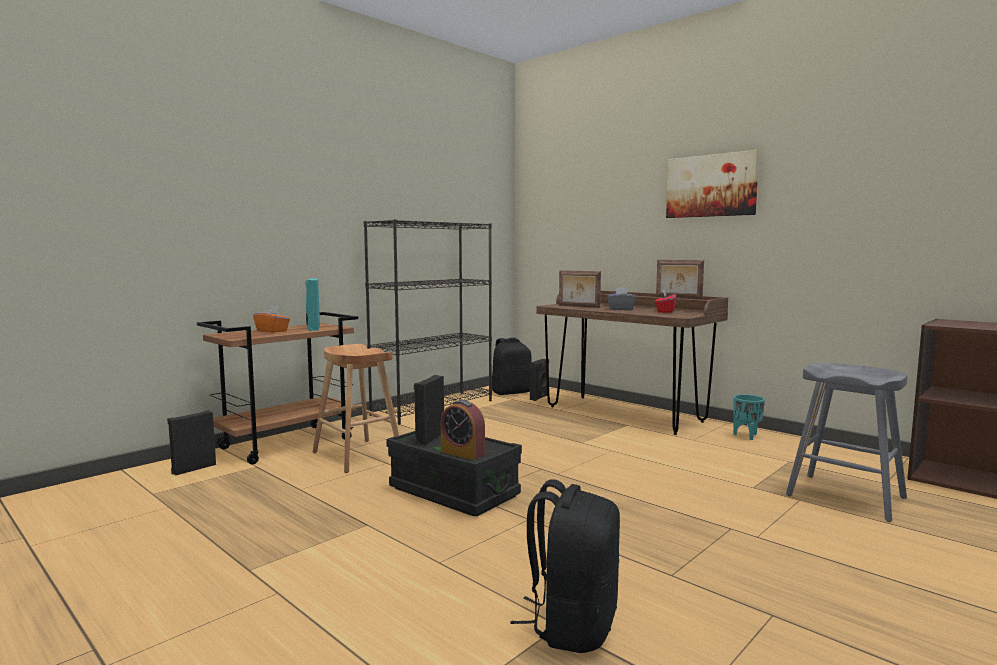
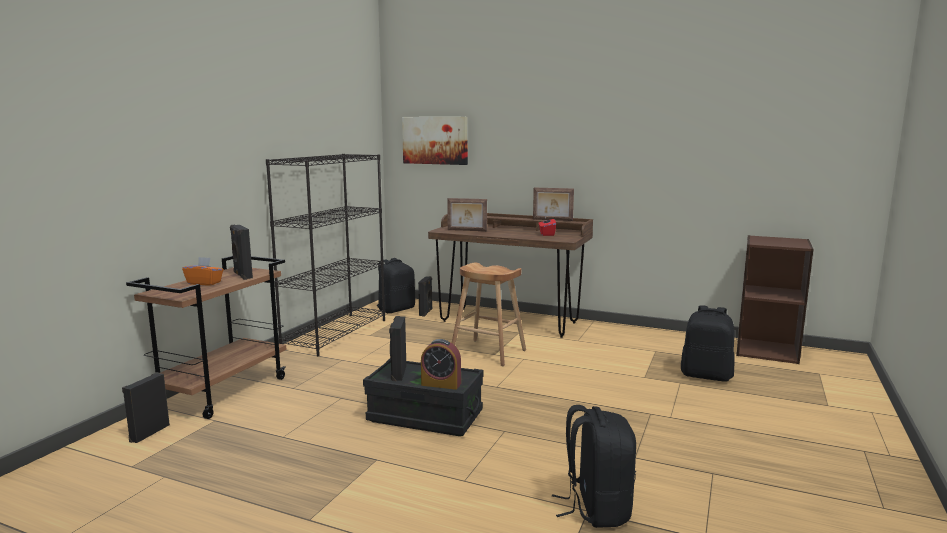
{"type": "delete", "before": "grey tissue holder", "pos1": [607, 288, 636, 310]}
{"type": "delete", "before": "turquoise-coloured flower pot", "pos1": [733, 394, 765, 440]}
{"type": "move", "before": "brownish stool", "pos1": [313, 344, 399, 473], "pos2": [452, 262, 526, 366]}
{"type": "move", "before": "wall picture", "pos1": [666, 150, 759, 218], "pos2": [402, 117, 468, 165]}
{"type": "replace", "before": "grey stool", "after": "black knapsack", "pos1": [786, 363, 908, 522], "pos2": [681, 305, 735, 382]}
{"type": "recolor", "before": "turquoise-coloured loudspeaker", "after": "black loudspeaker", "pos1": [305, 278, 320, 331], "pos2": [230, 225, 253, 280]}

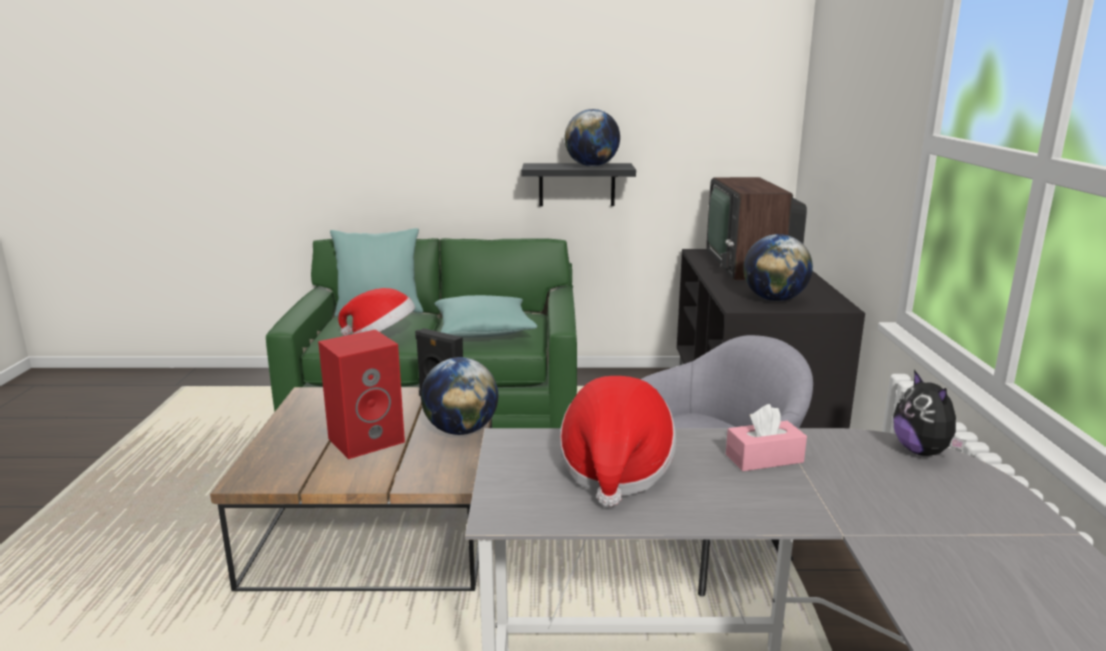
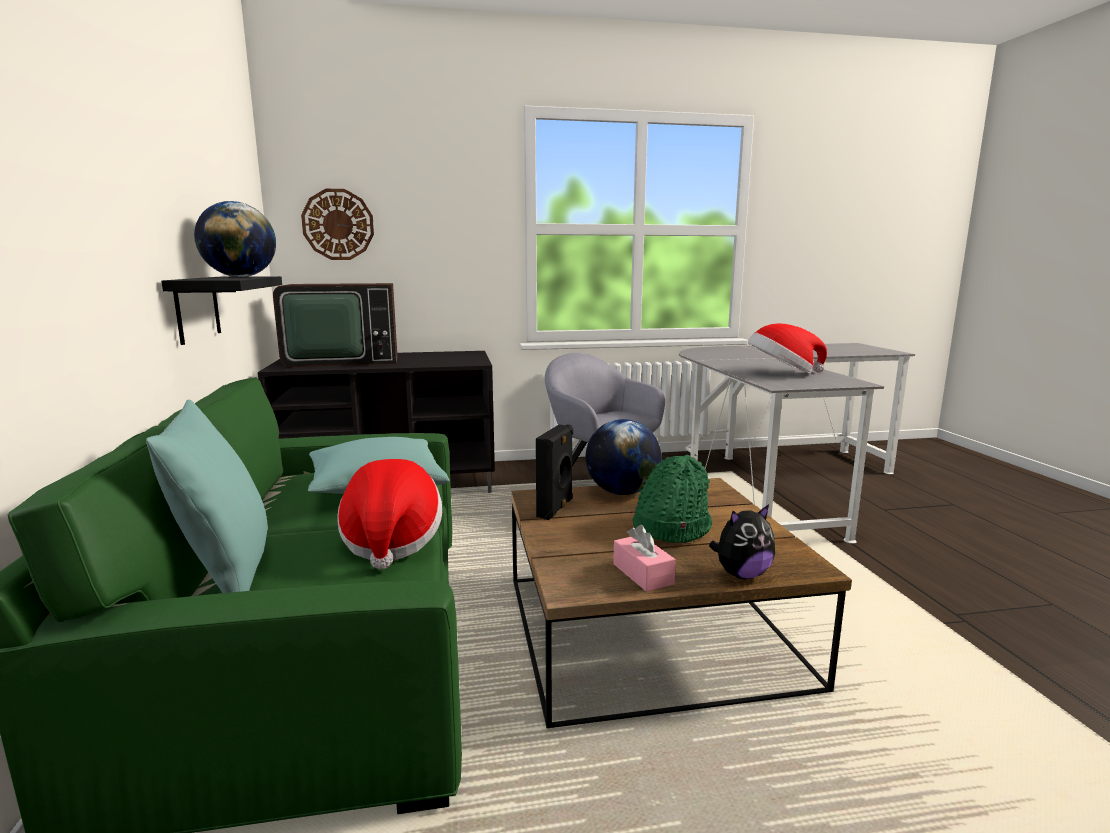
{"type": "delete", "before": "globe", "pos1": [743, 234, 813, 301]}
{"type": "insert", "after": "wall clock", "pos2": [301, 189, 374, 260]}
{"type": "move", "before": "pinkish tissue holder", "pos1": [726, 404, 807, 471], "pos2": [613, 525, 676, 592]}
{"type": "move", "before": "soft toy", "pos1": [893, 370, 966, 456], "pos2": [709, 504, 775, 579]}
{"type": "replace", "before": "reddish loudspeaker", "after": "greenish wearable hat", "pos1": [318, 330, 405, 459], "pos2": [632, 455, 712, 543]}

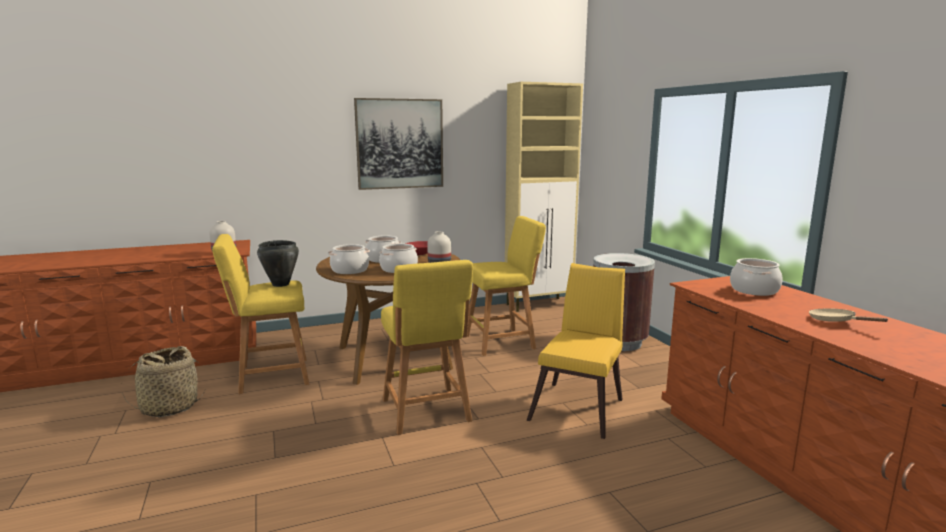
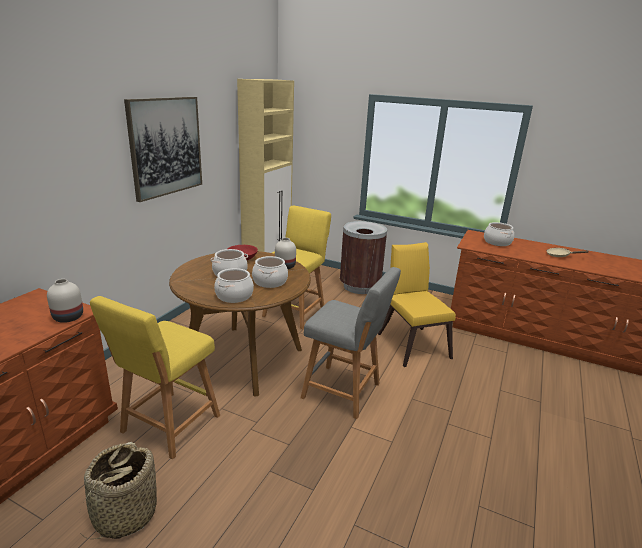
{"type": "delete", "before": "black stockpot", "pos1": [257, 240, 299, 287]}
{"type": "recolor", "before": "yellowish stool", "after": "grey stool", "pos1": [381, 260, 473, 435], "pos2": [301, 267, 401, 419]}

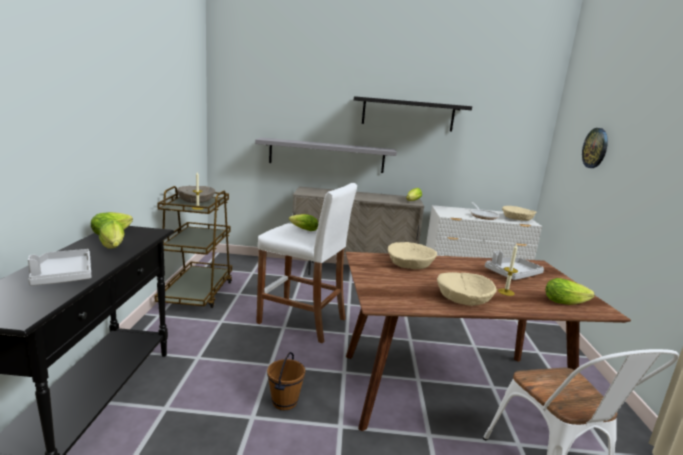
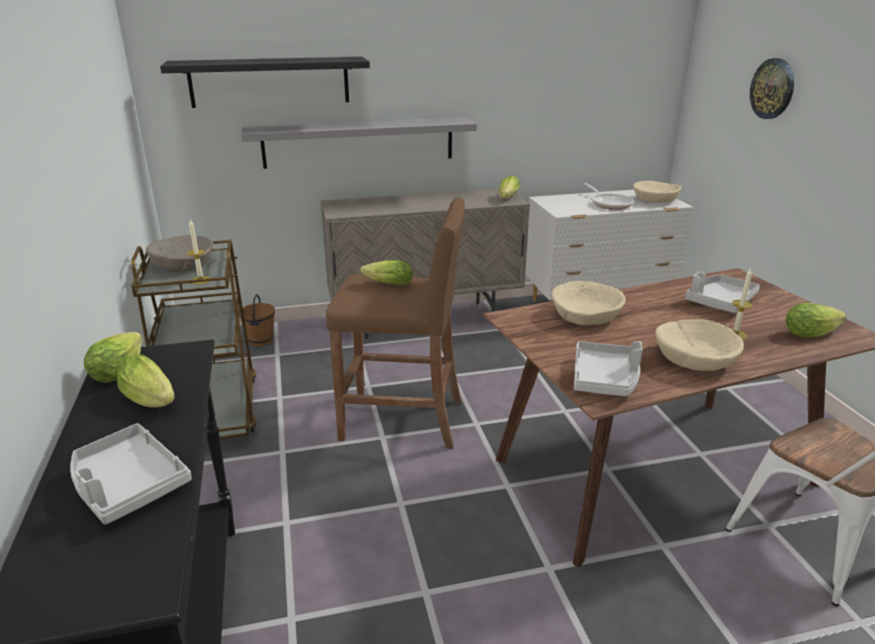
{"type": "insert", "after": "grey carrying tray", "pos2": [574, 341, 643, 396]}
{"type": "move", "before": "brownish pail", "pos1": [267, 352, 305, 410], "pos2": [240, 294, 275, 346]}
{"type": "move", "before": "black shelf", "pos1": [354, 96, 472, 131], "pos2": [160, 57, 370, 108]}
{"type": "recolor", "before": "whitish stool", "after": "brownish stool", "pos1": [256, 183, 357, 344], "pos2": [326, 197, 465, 449]}

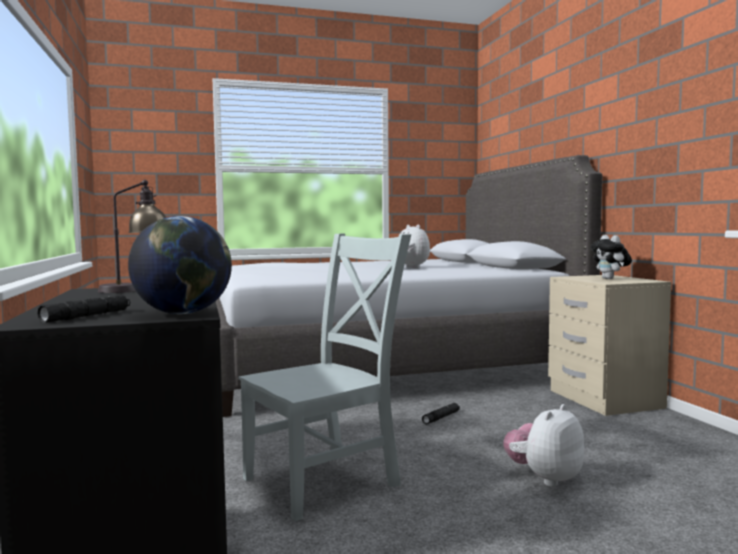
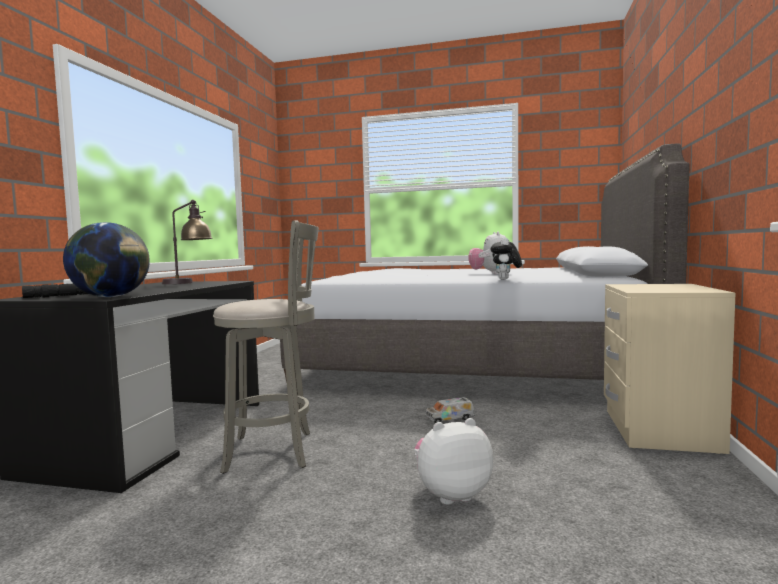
{"type": "move", "before": "soft toy", "pos1": [591, 235, 632, 279], "pos2": [491, 238, 522, 280]}
{"type": "replace", "before": "grey upright chair", "after": "grey stool", "pos1": [239, 234, 411, 521], "pos2": [213, 220, 319, 474]}
{"type": "replace", "before": "black torch", "after": "model truck", "pos1": [422, 403, 460, 424], "pos2": [425, 397, 474, 423]}

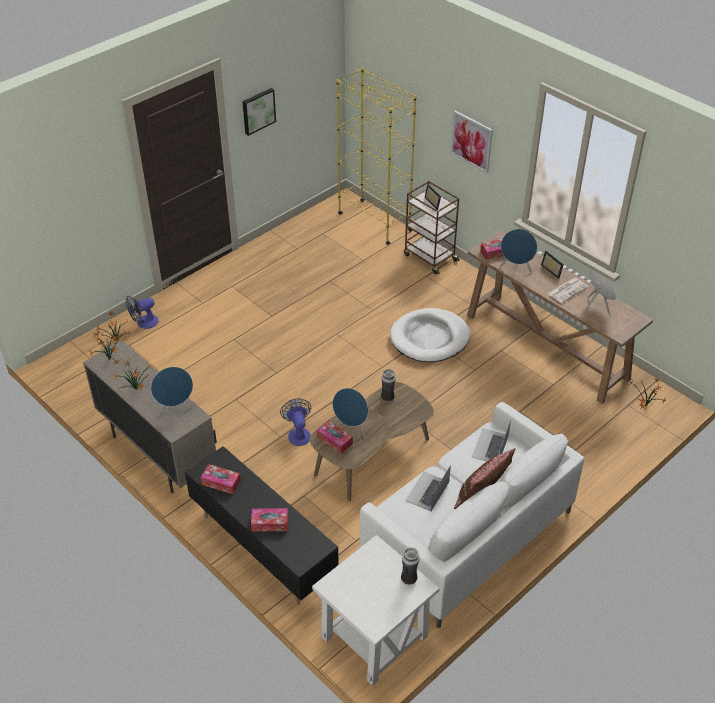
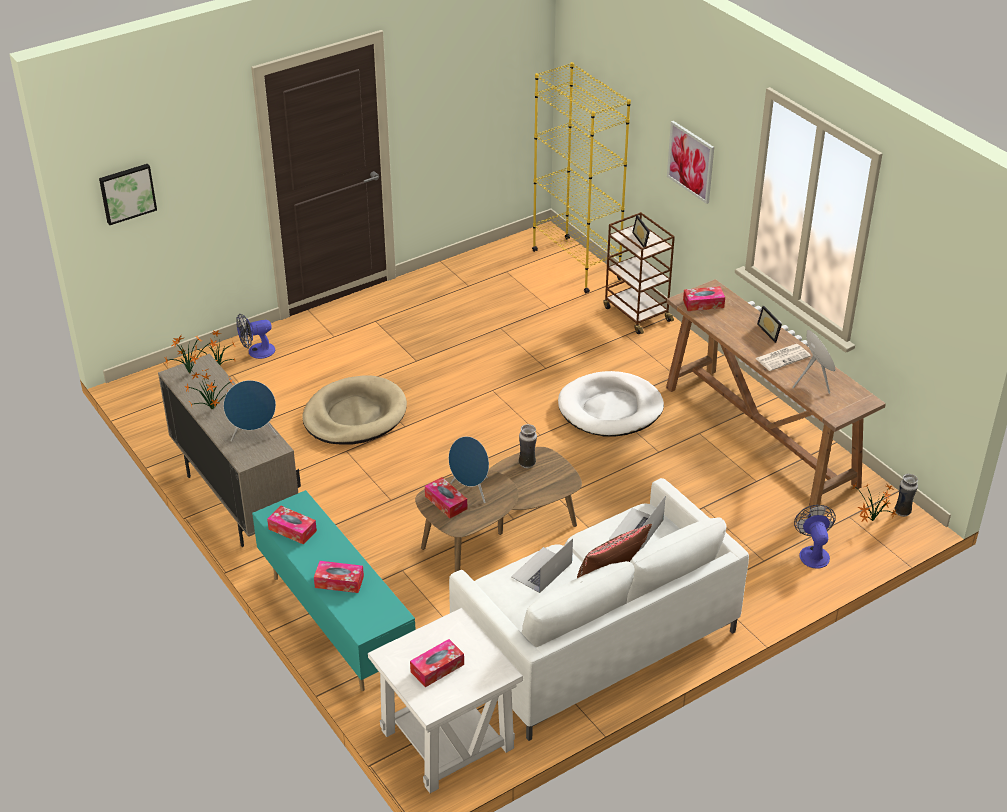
{"type": "delete", "before": "blue loudspeaker", "pos1": [500, 229, 537, 273]}
{"type": "insert", "after": "beige-coloured dog bed", "pos2": [302, 375, 407, 444]}
{"type": "insert", "after": "tissue holder", "pos2": [410, 639, 464, 687]}
{"type": "move", "before": "wall picture", "pos1": [243, 88, 276, 136], "pos2": [99, 164, 157, 225]}
{"type": "move", "before": "fan", "pos1": [280, 398, 311, 446], "pos2": [794, 505, 836, 568]}
{"type": "move", "before": "vase", "pos1": [401, 547, 419, 585], "pos2": [894, 474, 918, 517]}
{"type": "recolor", "before": "black tv stand", "after": "turquoise-coloured tv stand", "pos1": [185, 446, 339, 605], "pos2": [252, 490, 416, 691]}

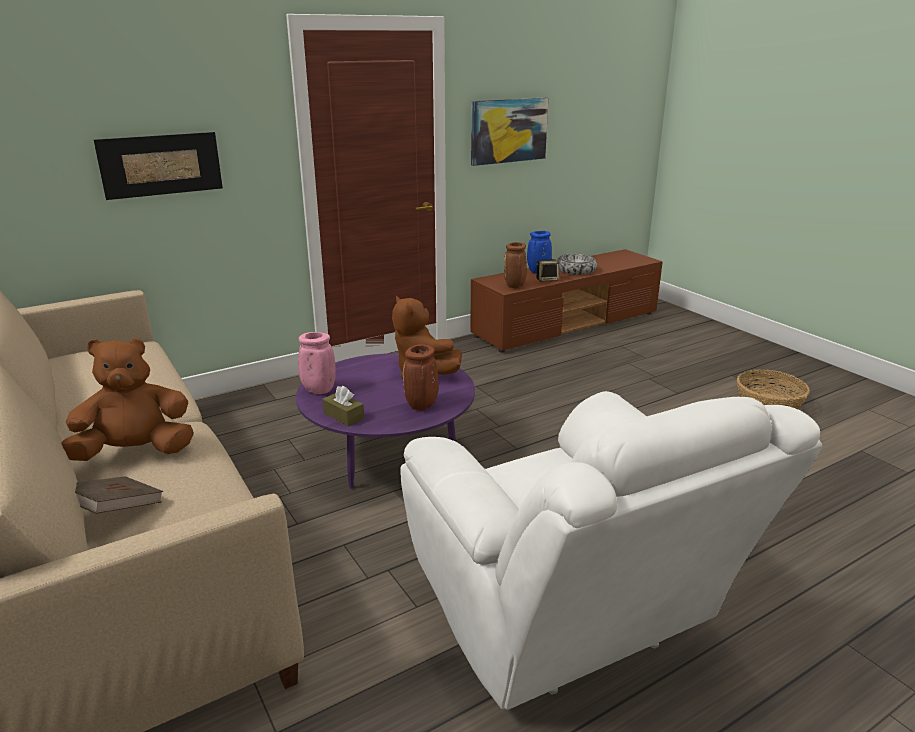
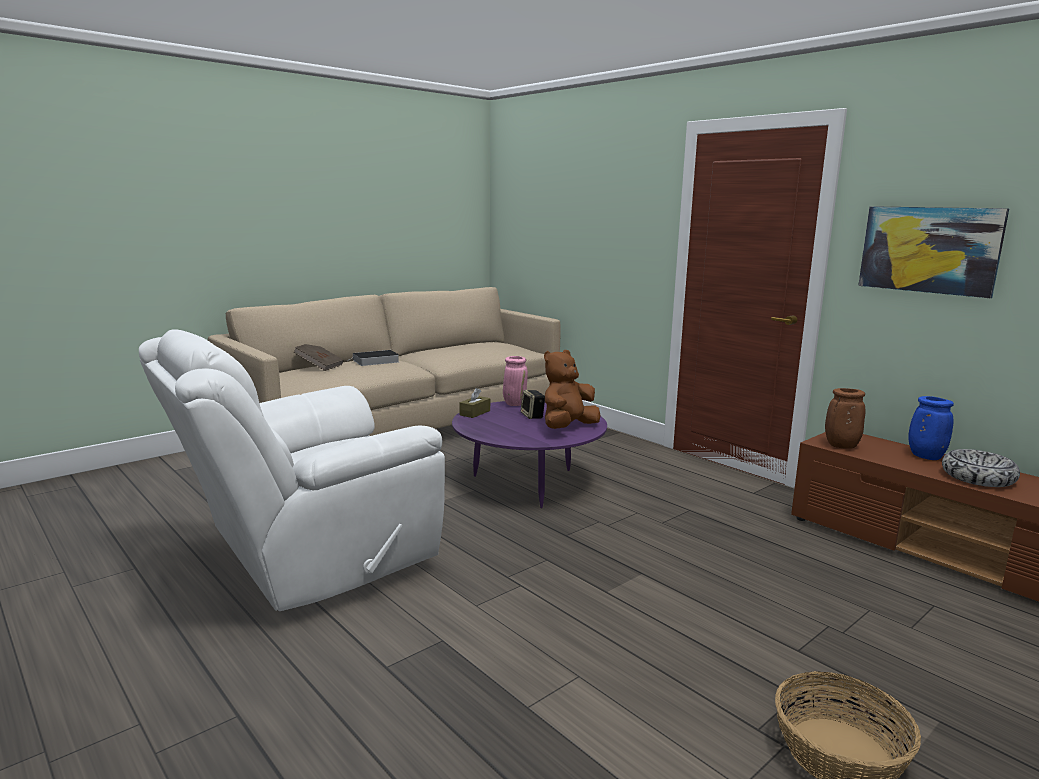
{"type": "delete", "before": "wall picture", "pos1": [94, 132, 223, 200]}
{"type": "delete", "before": "brownish vase", "pos1": [403, 344, 439, 410]}
{"type": "move", "before": "loudspeaker", "pos1": [536, 259, 560, 282], "pos2": [521, 390, 545, 419]}
{"type": "replace", "before": "brownish soft toy", "after": "book", "pos1": [61, 338, 194, 461], "pos2": [347, 350, 399, 366]}

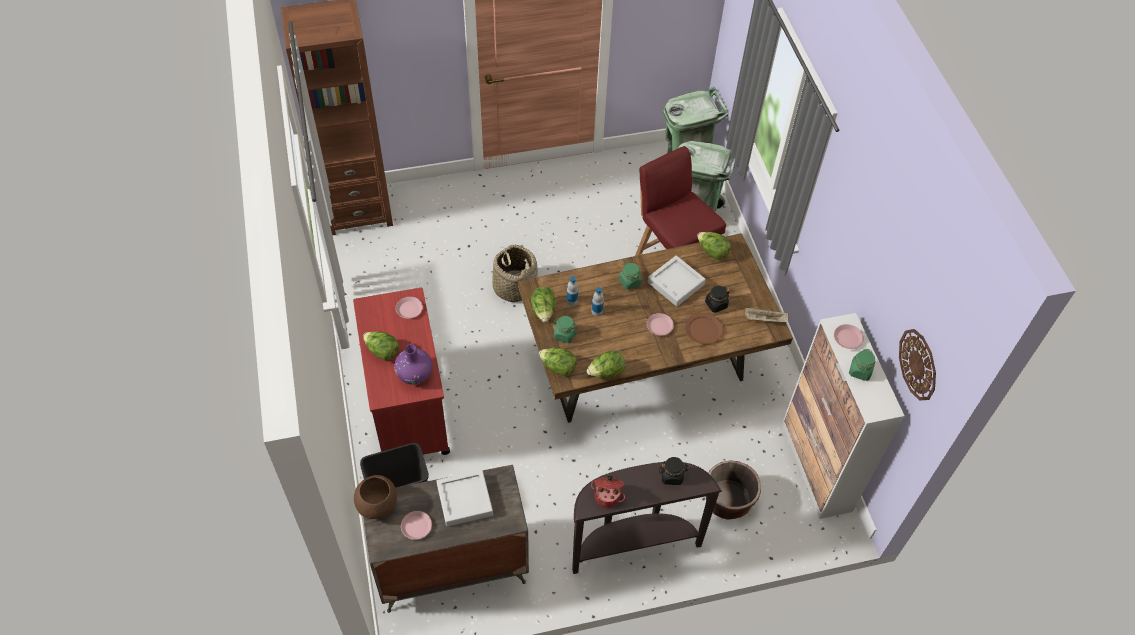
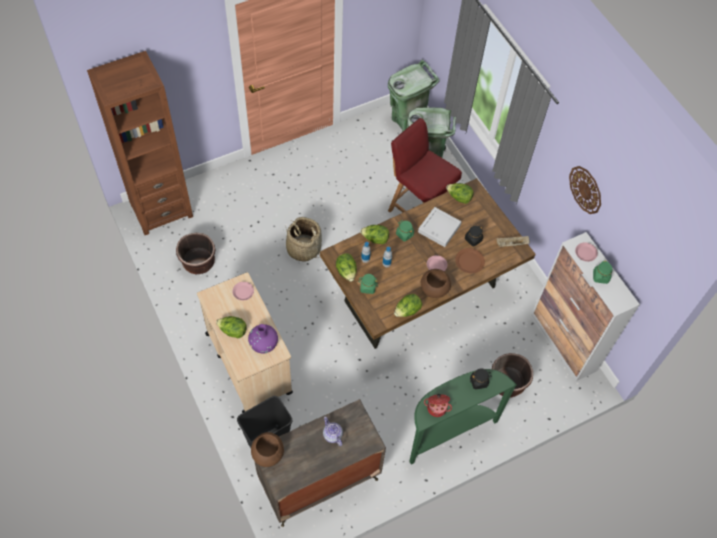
{"type": "delete", "before": "pinkish plate", "pos1": [401, 511, 432, 540]}
{"type": "insert", "after": "brownish flower pot", "pos2": [176, 233, 216, 274]}
{"type": "insert", "after": "brownish serving bowl", "pos2": [421, 269, 451, 298]}
{"type": "move", "before": "lettuce head", "pos1": [539, 348, 577, 376], "pos2": [360, 225, 389, 244]}
{"type": "move", "before": "wall clock", "pos1": [899, 329, 936, 401], "pos2": [569, 166, 601, 214]}
{"type": "replace", "before": "grey carrying tray", "after": "teapot", "pos1": [436, 470, 493, 527], "pos2": [323, 417, 343, 446]}
{"type": "recolor", "before": "reddish trolley", "after": "beige-coloured trolley", "pos1": [353, 288, 450, 455], "pos2": [197, 272, 293, 413]}
{"type": "recolor", "before": "brownish narrow table", "after": "greenish narrow table", "pos1": [572, 462, 722, 574], "pos2": [409, 369, 517, 464]}

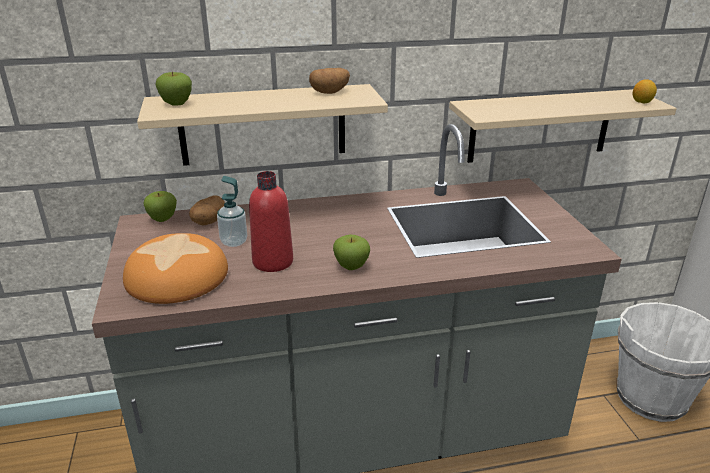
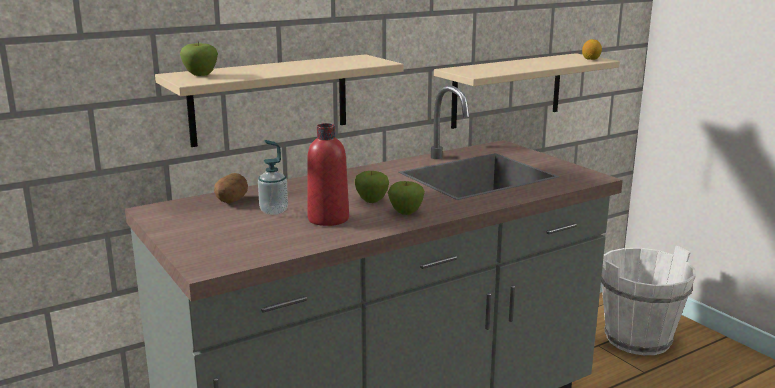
{"type": "delete", "before": "baked bread", "pos1": [123, 233, 228, 304]}
{"type": "delete", "before": "spud", "pos1": [309, 68, 350, 94]}
{"type": "move", "before": "whole apple", "pos1": [143, 191, 177, 222], "pos2": [355, 171, 389, 203]}

